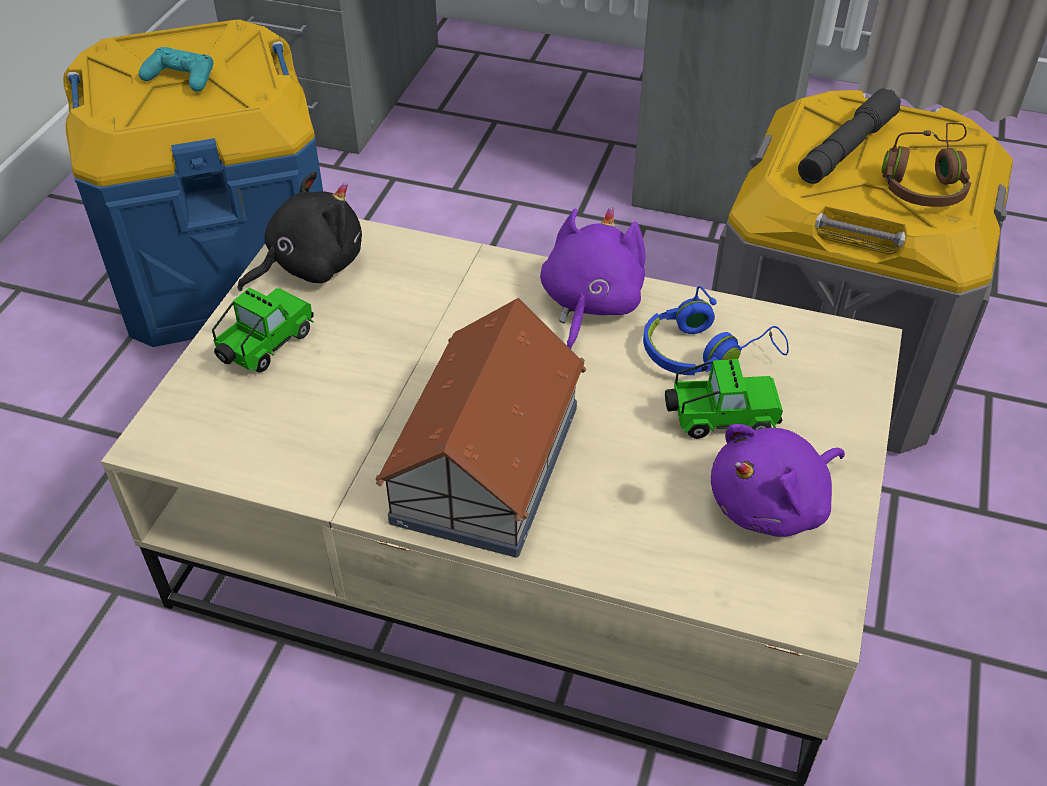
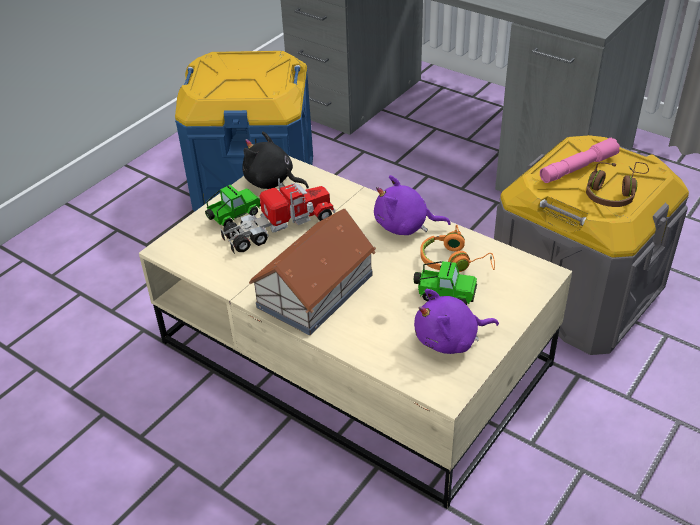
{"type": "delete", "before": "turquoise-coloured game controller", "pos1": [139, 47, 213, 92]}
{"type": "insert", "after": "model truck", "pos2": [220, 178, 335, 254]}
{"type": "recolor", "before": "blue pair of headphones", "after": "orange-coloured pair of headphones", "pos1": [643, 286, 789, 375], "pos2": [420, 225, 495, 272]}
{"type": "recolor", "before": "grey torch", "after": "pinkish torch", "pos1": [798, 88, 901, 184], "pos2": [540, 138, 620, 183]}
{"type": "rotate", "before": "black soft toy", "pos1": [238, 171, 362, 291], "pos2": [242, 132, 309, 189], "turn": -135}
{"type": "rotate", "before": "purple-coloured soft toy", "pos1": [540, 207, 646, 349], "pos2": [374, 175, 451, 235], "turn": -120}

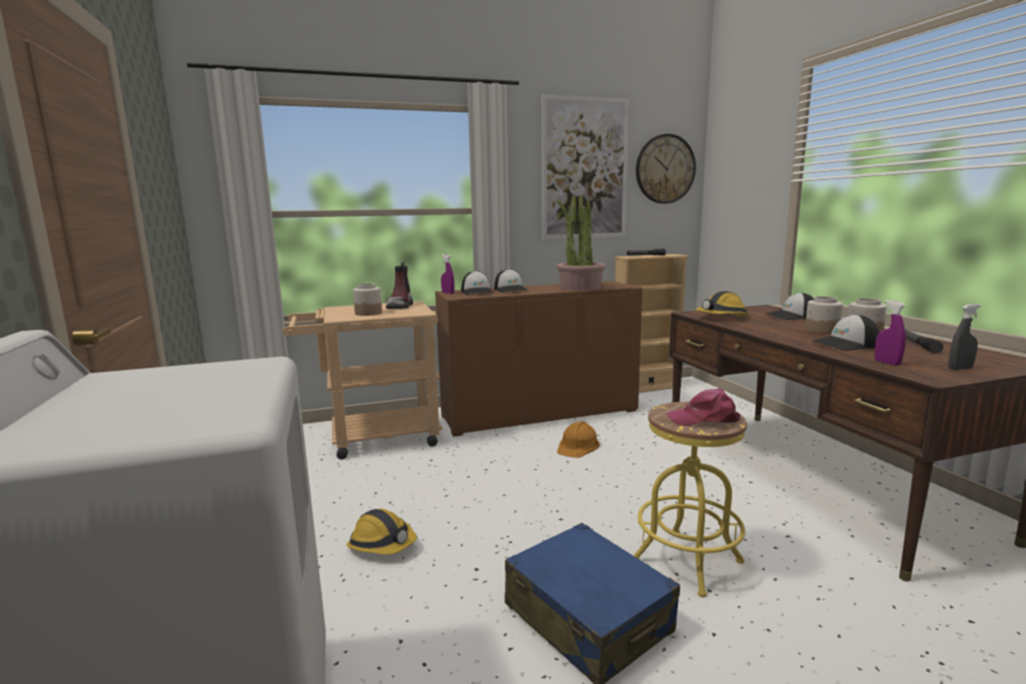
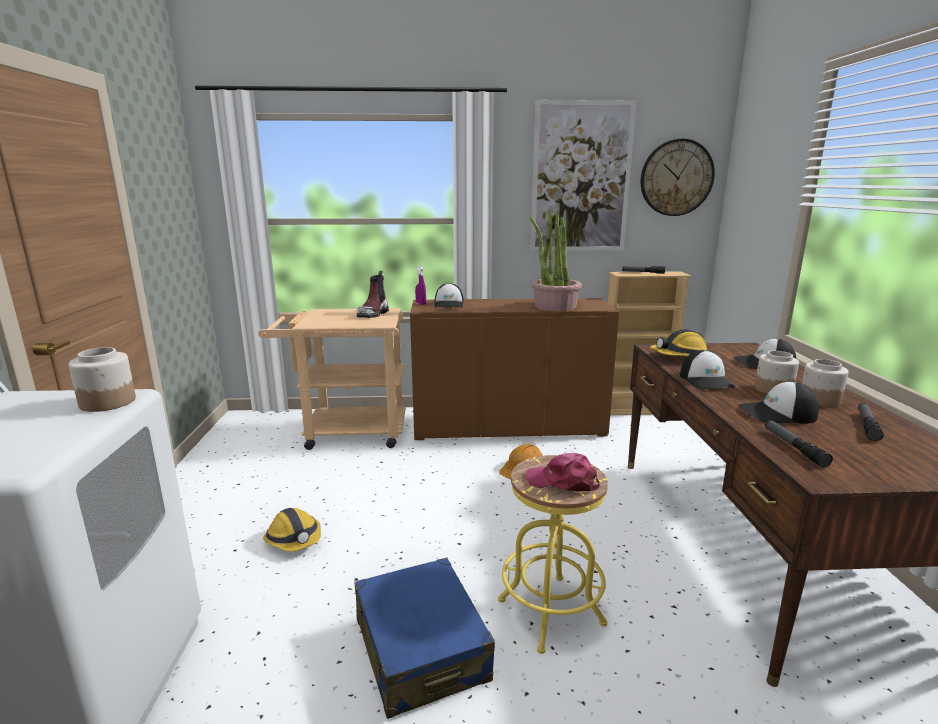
{"type": "delete", "before": "grey sprayer", "pos1": [948, 304, 981, 370]}
{"type": "move", "before": "preserve jar", "pos1": [353, 284, 382, 316], "pos2": [69, 347, 136, 412]}
{"type": "move", "before": "peaked cap", "pos1": [494, 269, 529, 293], "pos2": [680, 350, 736, 389]}
{"type": "replace", "before": "purple-coloured sprayer", "after": "torch", "pos1": [875, 300, 906, 366], "pos2": [765, 420, 833, 468]}

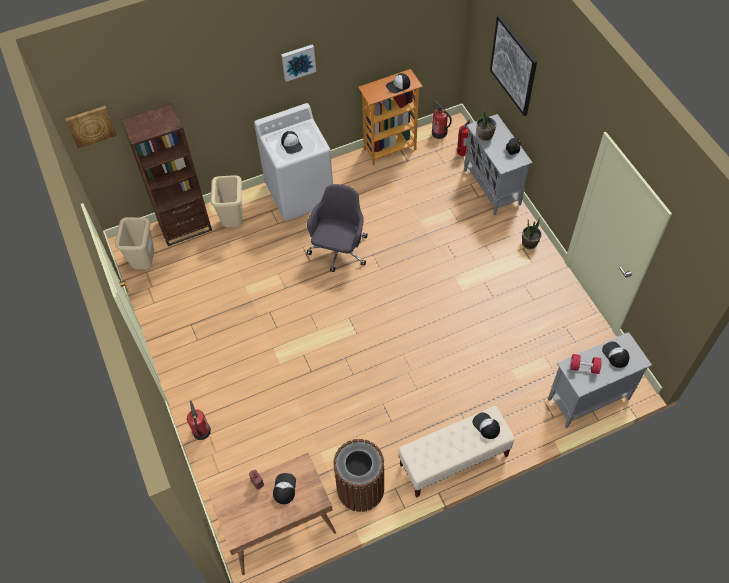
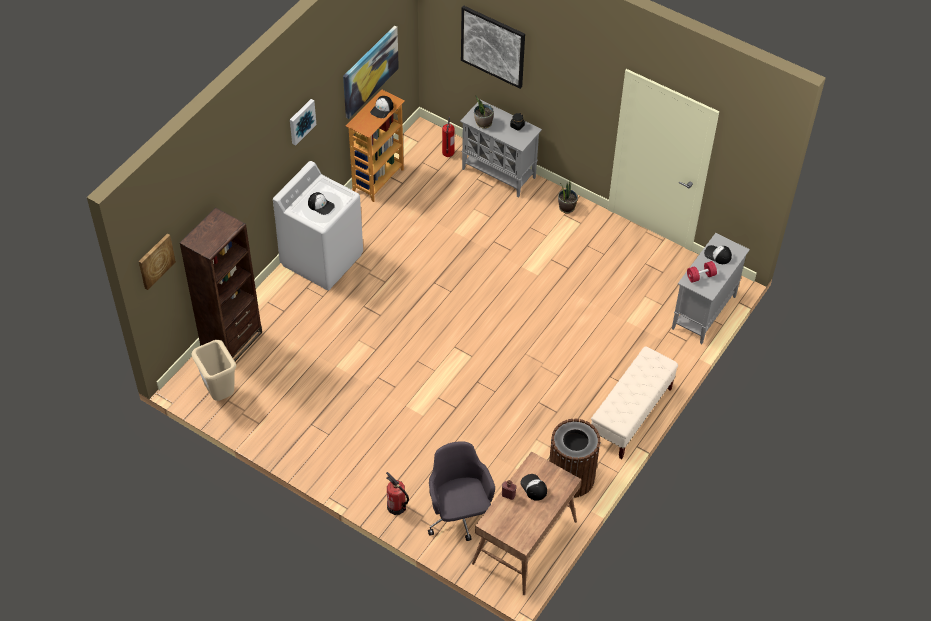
{"type": "delete", "before": "beige-coloured waste bin", "pos1": [211, 175, 242, 227]}
{"type": "delete", "before": "extinguisher", "pos1": [432, 100, 452, 139]}
{"type": "delete", "before": "peaked cap", "pos1": [473, 412, 500, 439]}
{"type": "insert", "after": "wall picture", "pos2": [343, 25, 399, 119]}
{"type": "move", "before": "grey computer chair", "pos1": [307, 184, 368, 272], "pos2": [428, 441, 495, 541]}

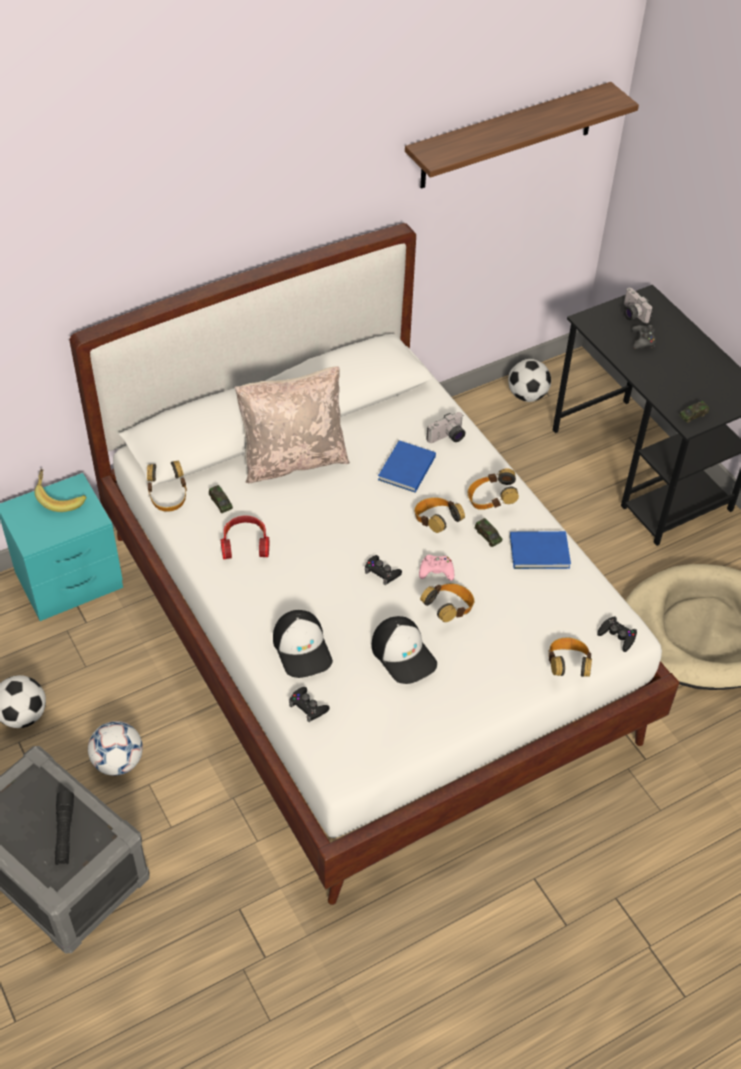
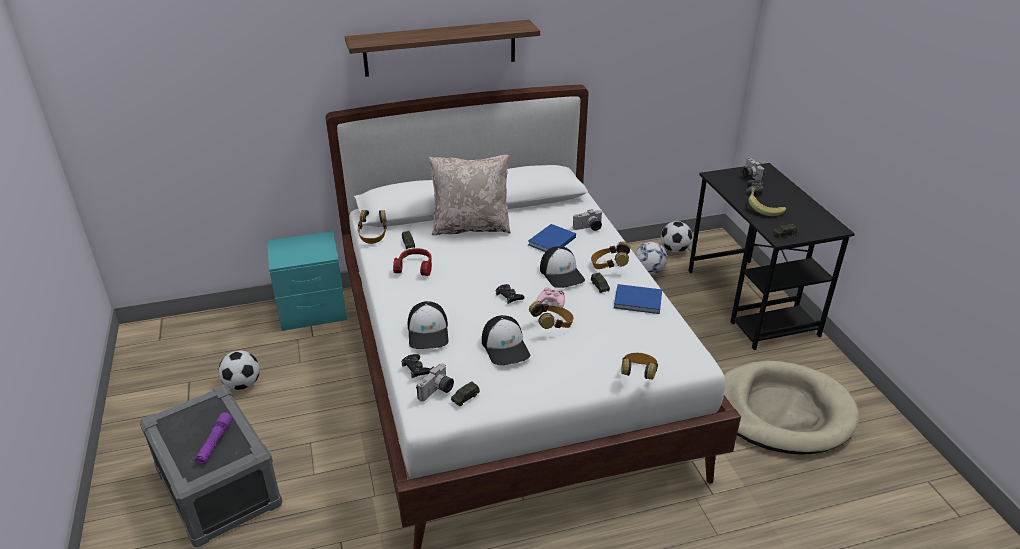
{"type": "delete", "before": "black game controller", "pos1": [597, 616, 637, 652]}
{"type": "insert", "after": "still camera", "pos2": [416, 363, 454, 402]}
{"type": "insert", "after": "model car", "pos2": [451, 381, 480, 406]}
{"type": "move", "before": "banana fruit", "pos1": [35, 469, 87, 512], "pos2": [748, 186, 786, 216]}
{"type": "move", "before": "ball for football", "pos1": [88, 721, 143, 776], "pos2": [635, 242, 667, 274]}
{"type": "move", "before": "shelf", "pos1": [405, 82, 639, 189], "pos2": [345, 20, 540, 77]}
{"type": "replace", "before": "pair of headphones", "after": "peaked cap", "pos1": [414, 497, 465, 533], "pos2": [540, 246, 585, 288]}
{"type": "recolor", "before": "black torch", "after": "purple-coloured torch", "pos1": [55, 790, 74, 865], "pos2": [195, 412, 233, 464]}

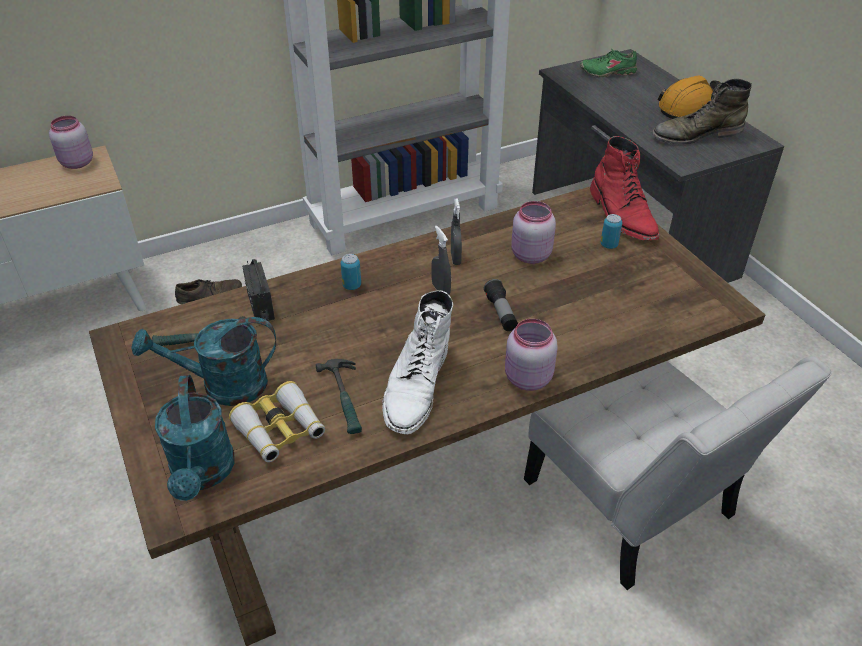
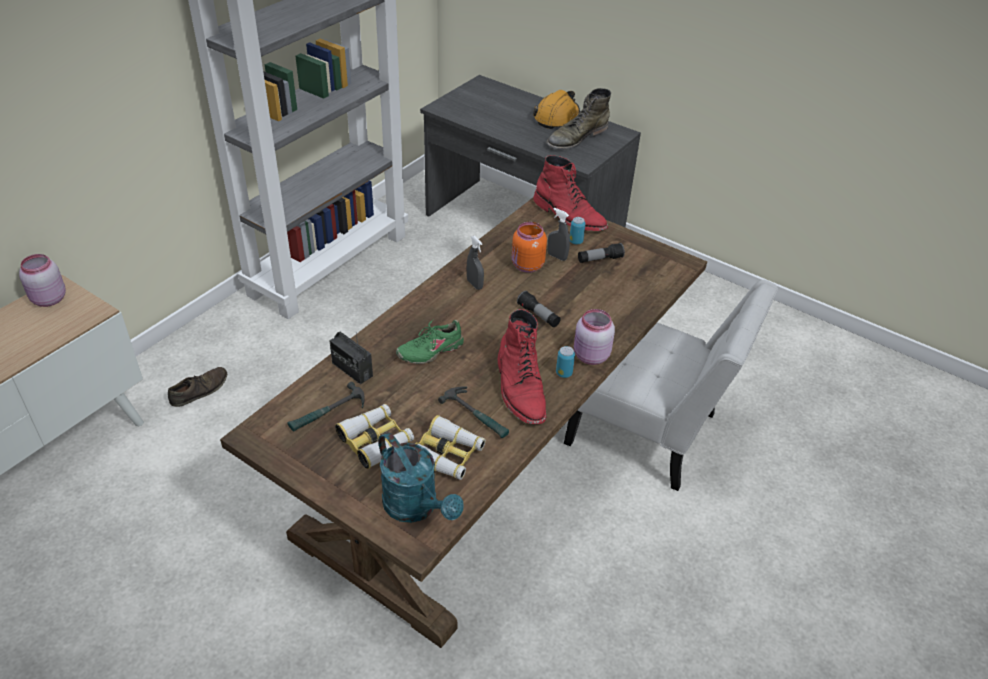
{"type": "insert", "after": "torch", "pos2": [578, 243, 625, 263]}
{"type": "move", "before": "can", "pos1": [341, 254, 361, 290], "pos2": [556, 346, 575, 378]}
{"type": "move", "before": "grey sprayer", "pos1": [431, 226, 451, 295], "pos2": [548, 208, 570, 261]}
{"type": "move", "before": "greenish low shoe", "pos1": [580, 49, 637, 77], "pos2": [396, 320, 464, 364]}
{"type": "replace", "before": "turquoise-coloured sprinkling can", "after": "pair of binoculars", "pos1": [132, 317, 276, 406], "pos2": [335, 404, 414, 469]}
{"type": "recolor", "before": "whitish tall boot", "after": "reddish tall boot", "pos1": [382, 290, 453, 435], "pos2": [498, 309, 547, 424]}
{"type": "recolor", "before": "pinkish preserve jar", "after": "orange-coloured preserve jar", "pos1": [511, 201, 556, 264], "pos2": [512, 222, 547, 273]}

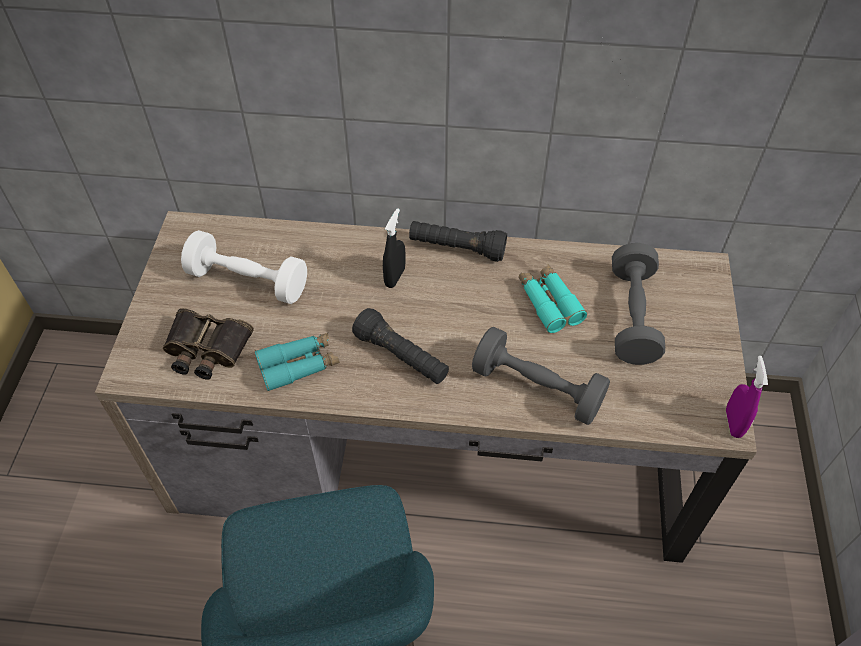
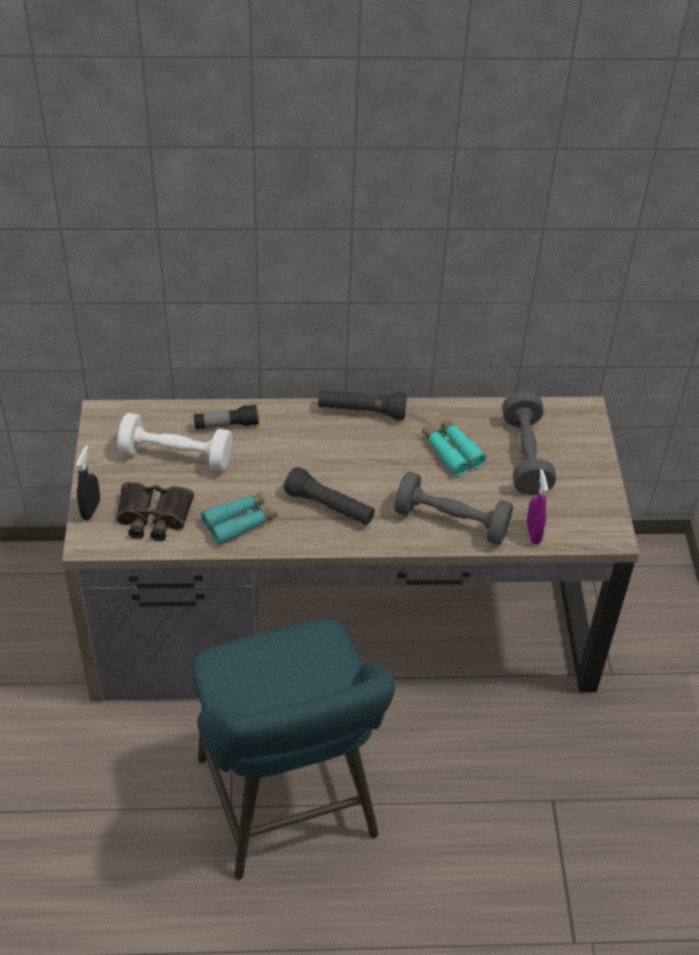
{"type": "insert", "after": "torch", "pos2": [194, 404, 259, 430]}
{"type": "move", "before": "black sprayer", "pos1": [383, 208, 406, 288], "pos2": [76, 445, 100, 520]}
{"type": "move", "before": "purple-coloured sprayer", "pos1": [726, 356, 768, 438], "pos2": [527, 469, 548, 544]}

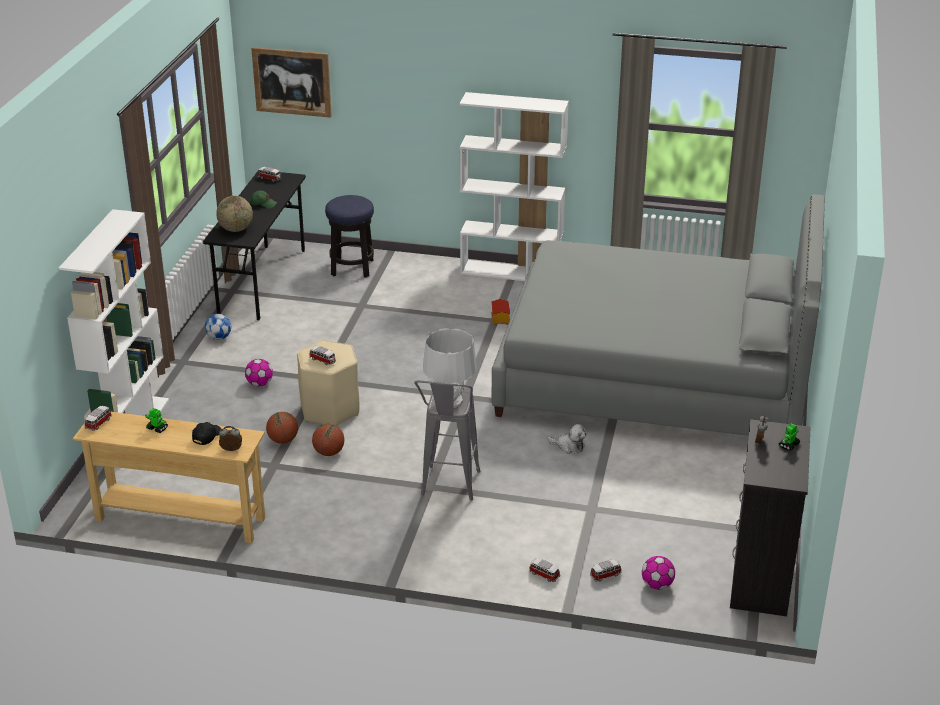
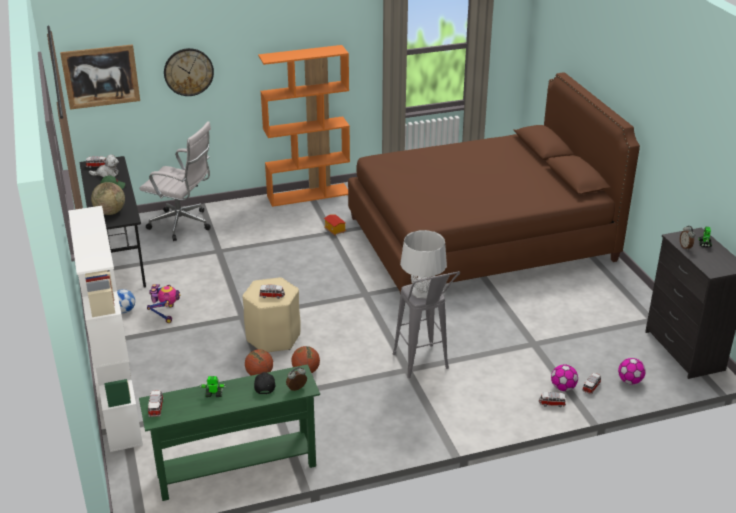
{"type": "insert", "after": "robot figure", "pos2": [147, 284, 180, 323]}
{"type": "insert", "after": "wall clock", "pos2": [164, 48, 214, 96]}
{"type": "move", "before": "ball for football", "pos1": [245, 359, 273, 386], "pos2": [551, 364, 578, 391]}
{"type": "move", "before": "soft toy", "pos1": [547, 424, 586, 454], "pos2": [89, 154, 119, 177]}
{"type": "replace", "before": "stool", "after": "whitish computer chair", "pos1": [325, 195, 374, 278], "pos2": [139, 121, 211, 241]}
{"type": "recolor", "before": "beige-coloured narrow table", "after": "greenish narrow table", "pos1": [73, 412, 265, 543], "pos2": [139, 364, 320, 501]}
{"type": "recolor", "before": "whitish bookshelf", "after": "orange-coloured bookshelf", "pos1": [459, 92, 569, 281], "pos2": [258, 45, 350, 207]}
{"type": "recolor", "before": "grey sleeping bed", "after": "brownish sleeping bed", "pos1": [492, 194, 825, 436], "pos2": [348, 73, 640, 294]}

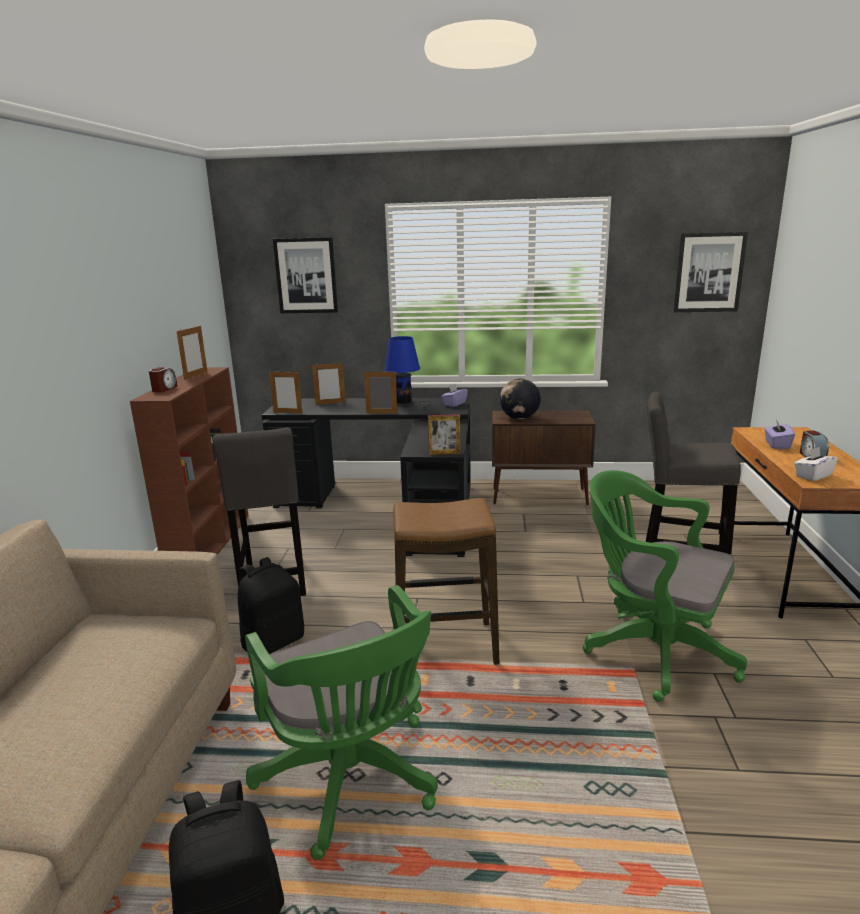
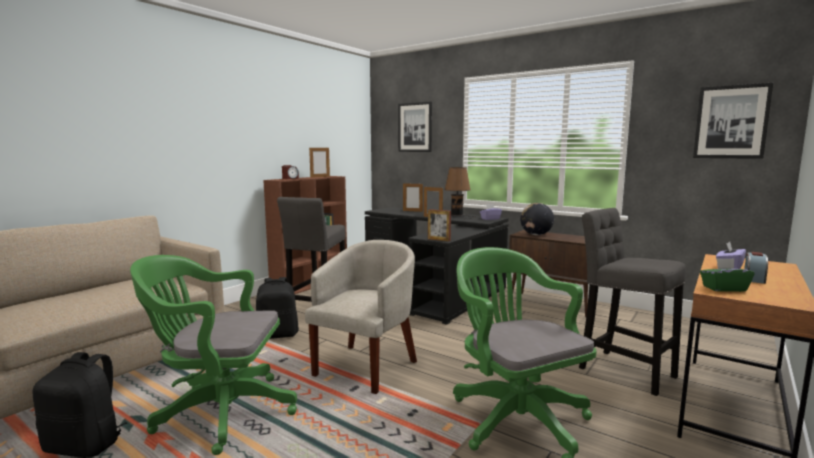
{"type": "delete", "before": "photo frame", "pos1": [269, 372, 303, 414]}
{"type": "replace", "before": "stool", "after": "beige-coloured easy chair", "pos1": [393, 498, 499, 665], "pos2": [305, 240, 417, 394]}
{"type": "recolor", "before": "blue lamp for a table", "after": "brownish lamp for a table", "pos1": [384, 336, 433, 410], "pos2": [444, 167, 476, 219]}
{"type": "recolor", "before": "whitish tissue holder", "after": "greenish tissue holder", "pos1": [794, 447, 838, 481], "pos2": [700, 258, 754, 292]}
{"type": "rotate", "before": "greenish computer chair", "pos1": [245, 585, 438, 860], "pos2": [130, 255, 297, 455], "turn": 90}

